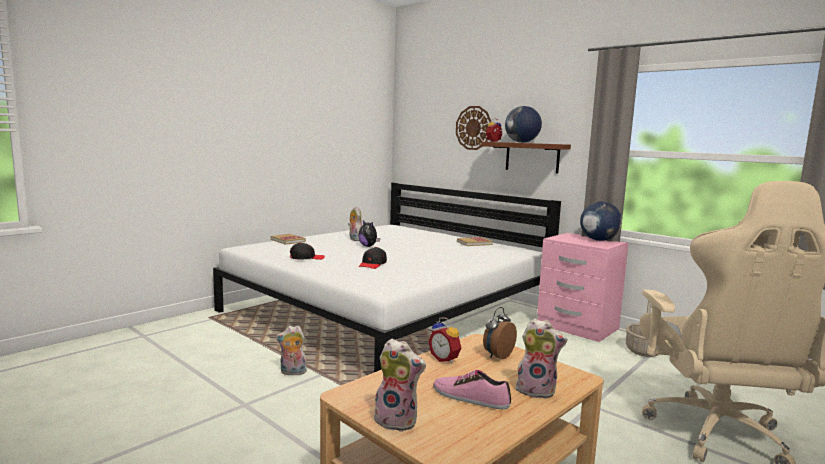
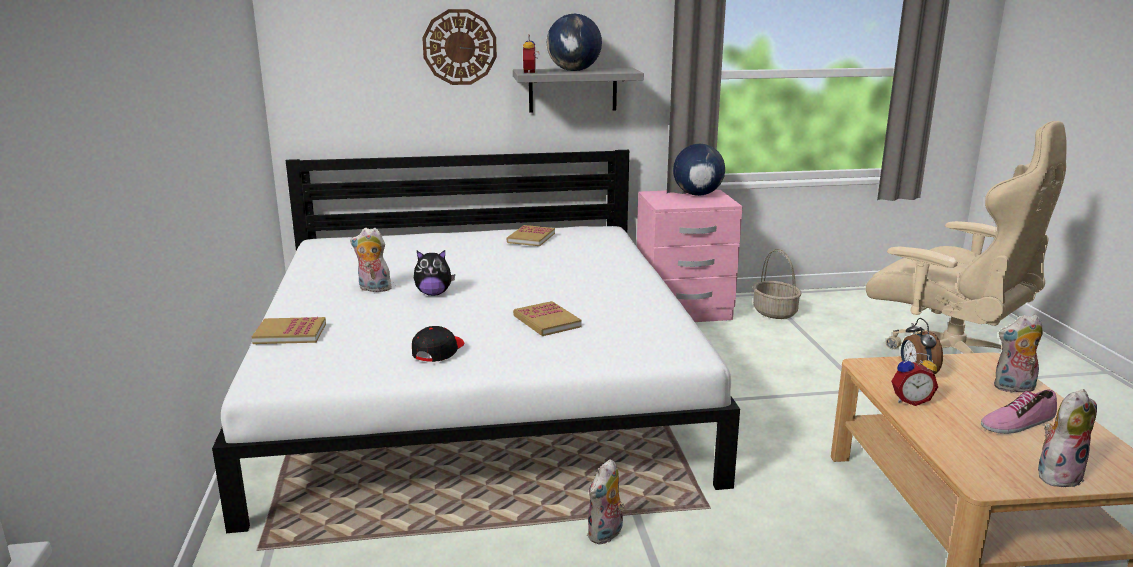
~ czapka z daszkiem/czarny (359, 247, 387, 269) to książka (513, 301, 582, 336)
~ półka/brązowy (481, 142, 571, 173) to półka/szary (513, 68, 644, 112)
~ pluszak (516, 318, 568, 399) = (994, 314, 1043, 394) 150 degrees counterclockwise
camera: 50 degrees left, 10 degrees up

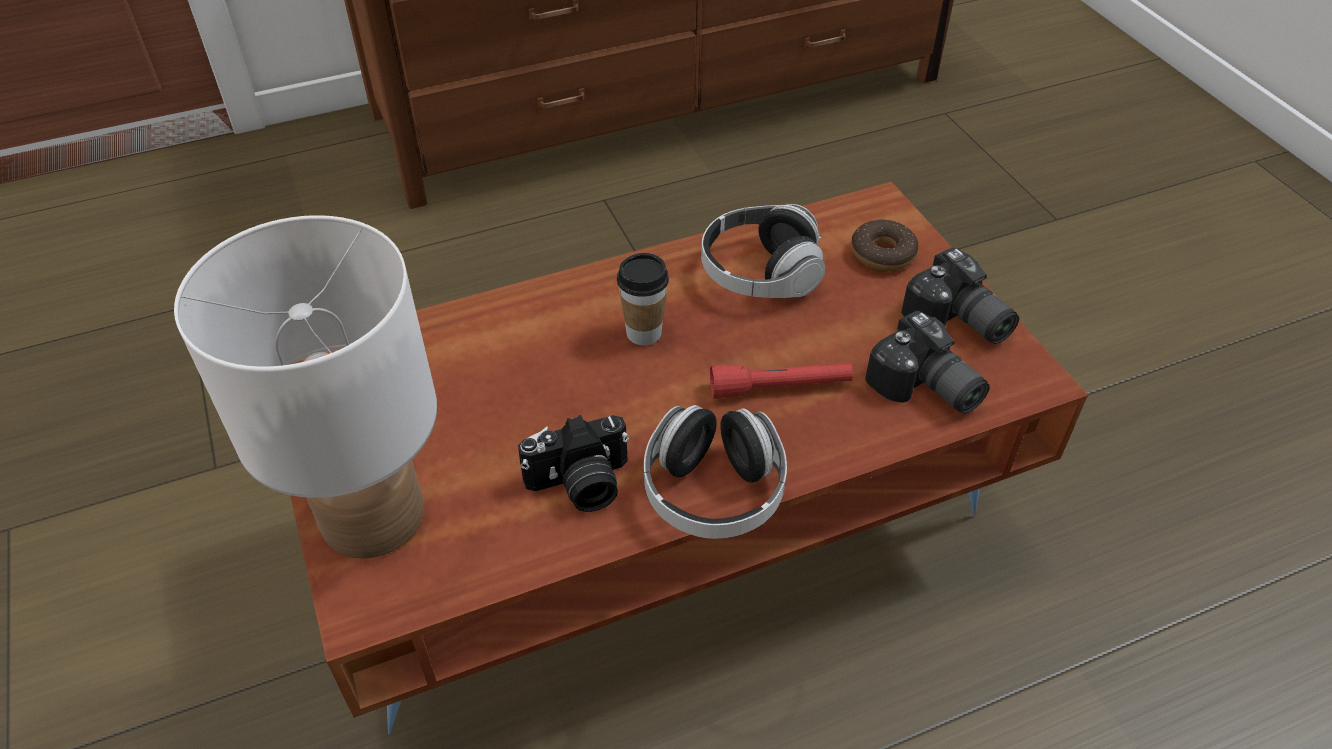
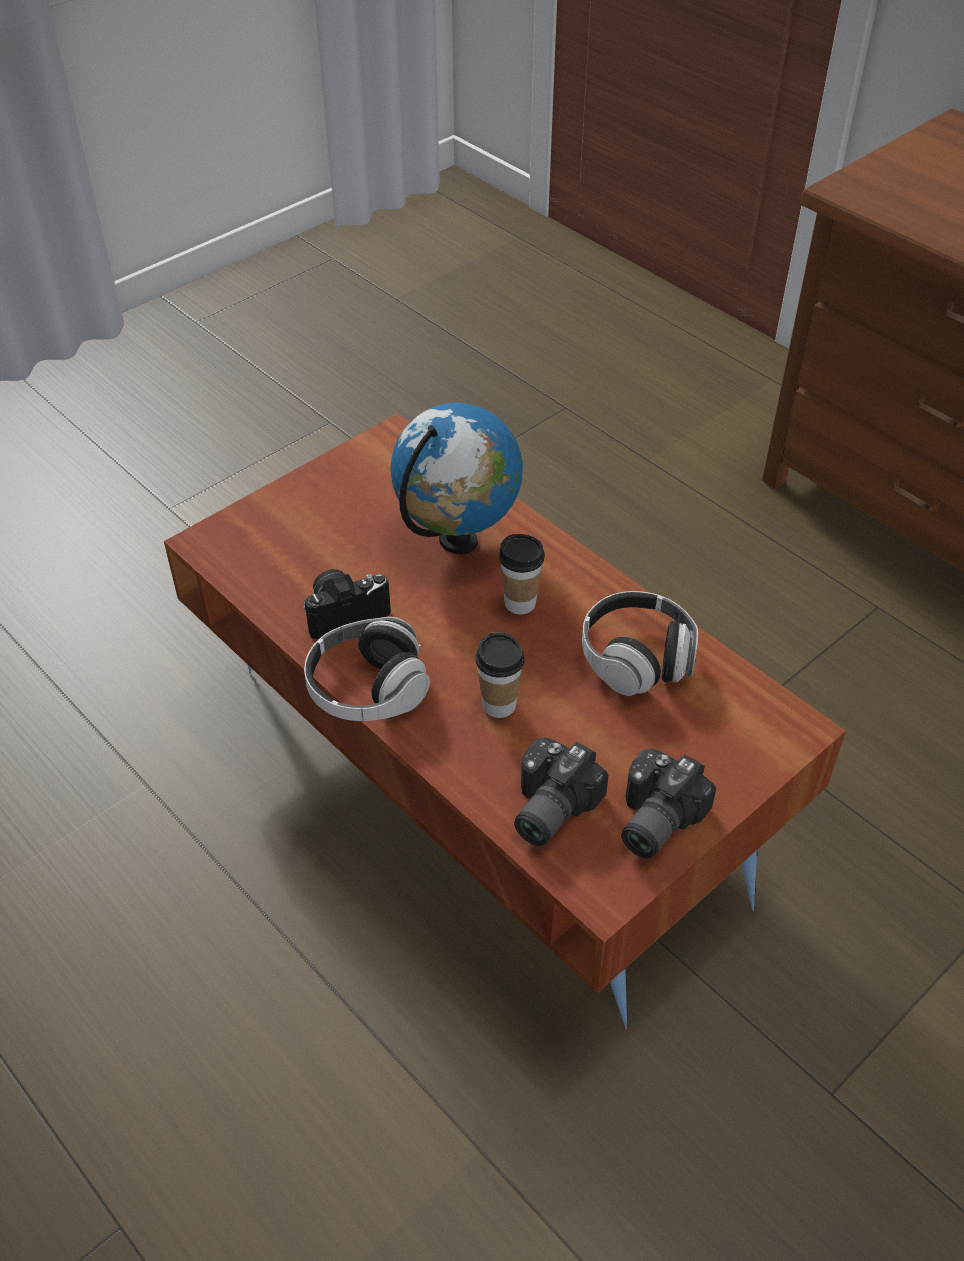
- lampa stołowa/biały (174, 215, 437, 558)
- donut (851, 220, 918, 271)
+ globus (391, 403, 523, 555)
~ latarka/czerwony (710, 363, 853, 399) to filiżanka (475, 632, 525, 718)
~ aparat fotograficzny (518, 415, 629, 512) = (303, 569, 391, 639) 105 degrees clockwise
camera: 70 degrees right, 0 degrees up

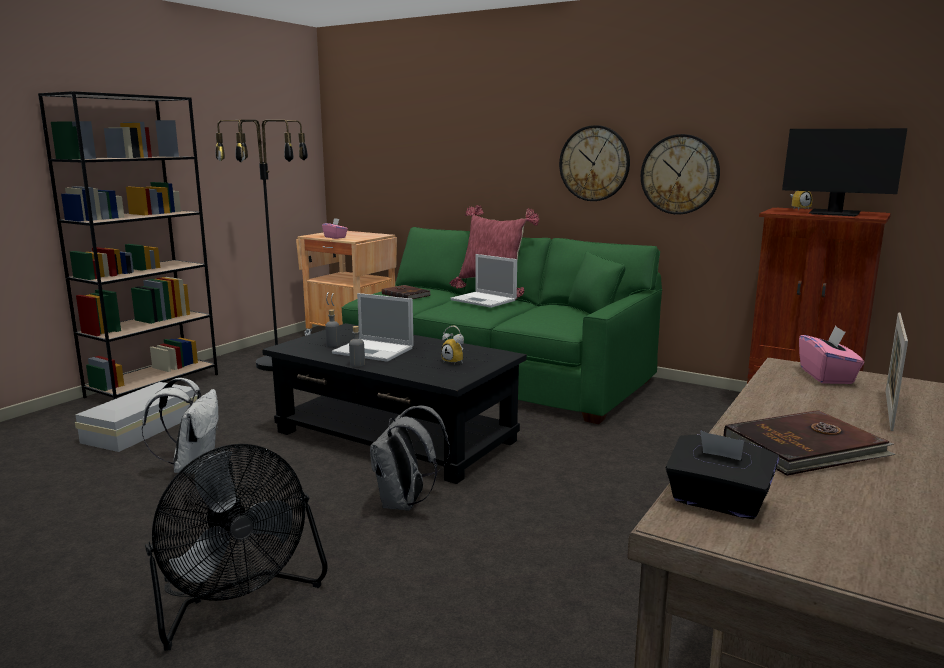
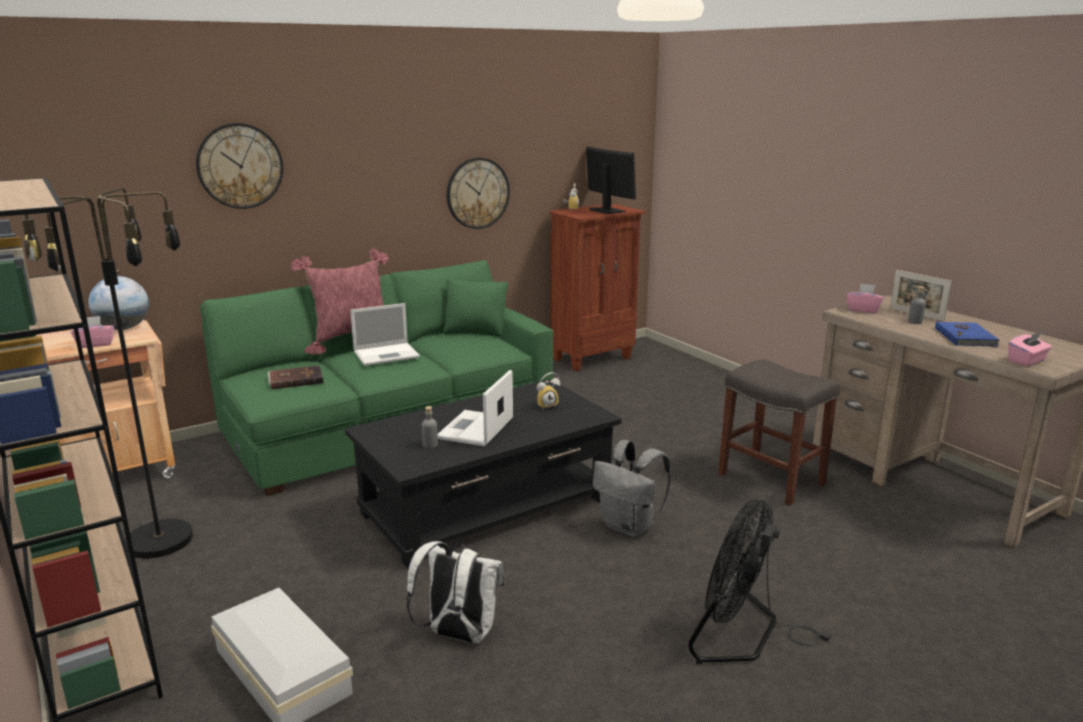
+ globus (89, 276, 149, 330)
+ stołek/szary (718, 359, 840, 505)
~ butelka/szary (349, 326, 365, 367) to (908, 286, 926, 324)
~ zegar ścienny (559, 125, 630, 201) to (196, 123, 283, 209)
~ pudełko chusteczek/czarny (666, 430, 779, 519) to pudełko chusteczek/różowy (1008, 332, 1052, 366)
~ książka/brązowy (724, 410, 896, 476) to książka/niebieski (935, 322, 999, 347)
~ wentylator/czarny (145, 444, 327, 651) = (689, 500, 833, 664) 135 degrees counterclockwise
~ laptop (332, 293, 414, 362) = (438, 370, 513, 446) 150 degrees clockwise
~ monitor (782, 128, 907, 216) = (586, 147, 636, 214) 90 degrees counterclockwise
camera: 65 degrees left, 5 degrees up

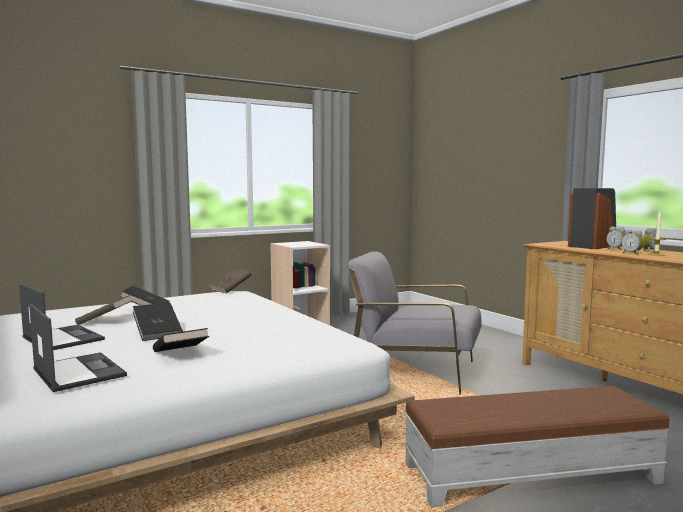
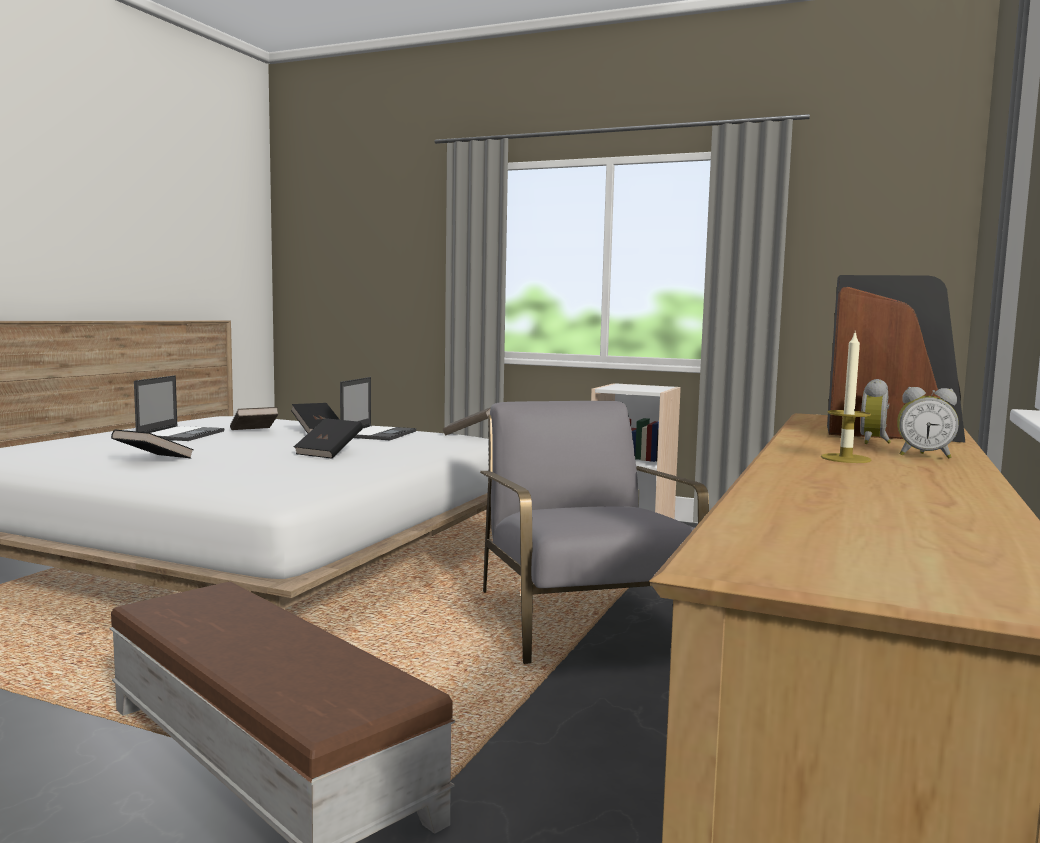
- budzik (622, 229, 644, 255)
~ laptop (29, 304, 127, 392) to (340, 377, 416, 440)
~ książka/czarny (133, 302, 183, 341) to (294, 418, 363, 459)
camera: 55 degrees right, 0 degrees up

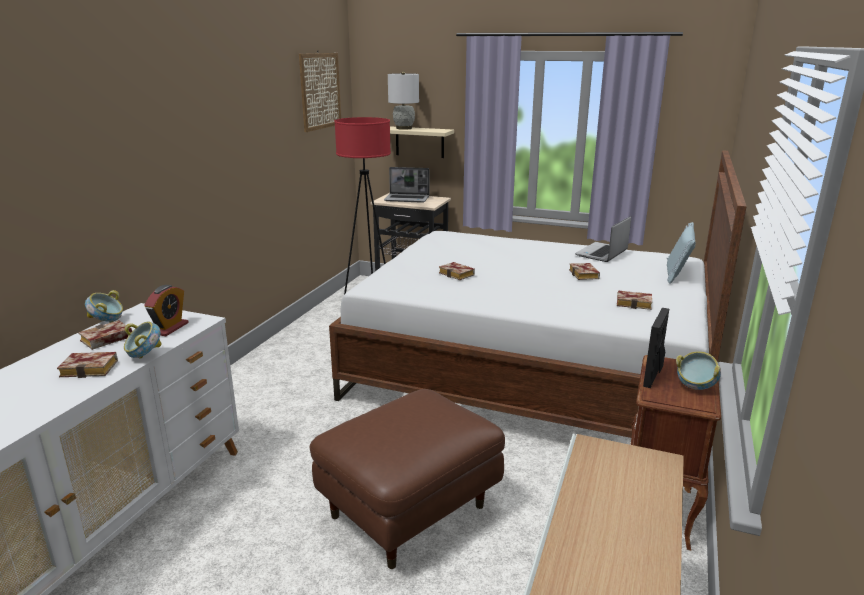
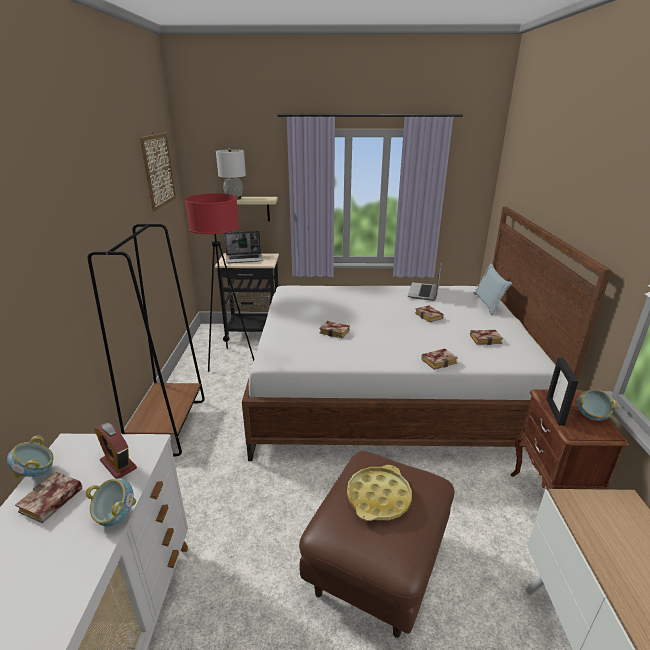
+ wieszak (87, 224, 205, 457)
+ taca/żółty (347, 465, 412, 521)
~ książka (57, 352, 118, 378) to (421, 349, 458, 370)
~ budzik (144, 285, 189, 336) = (95, 422, 137, 479) 135 degrees clockwise
camera: 20 degrees left, 5 degrees up

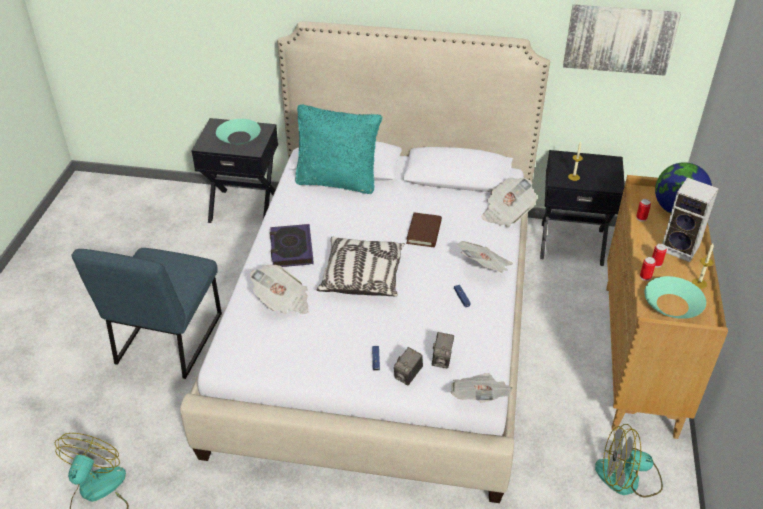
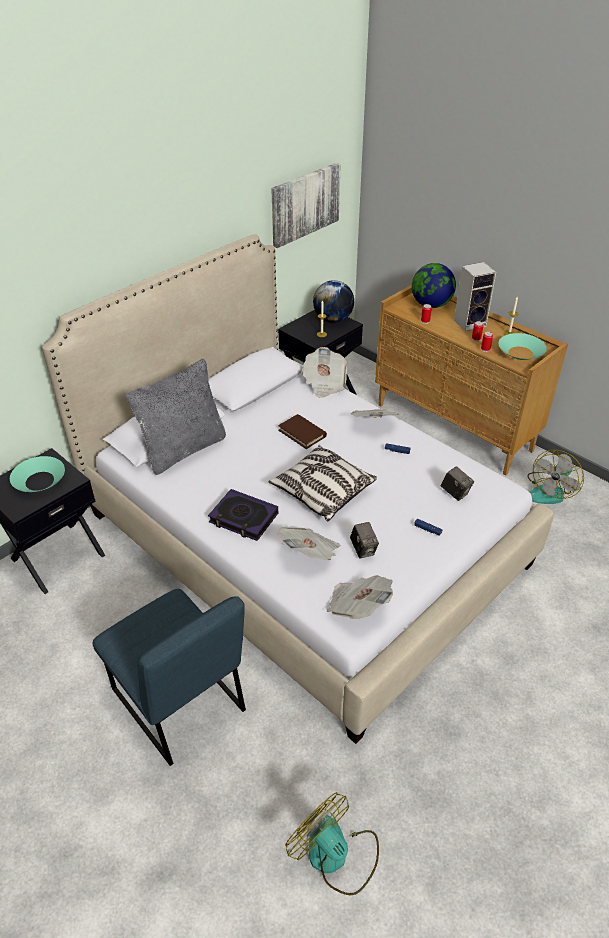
+ globus (313, 280, 354, 323)
~ aparat fotograficzny (394, 347, 423, 385) to (350, 522, 379, 559)
~ gazeta (450, 373, 513, 403) to (327, 575, 393, 619)
~ poduszka/turkusowy (295, 104, 382, 194) to poduszka/szary (126, 358, 226, 475)
camera: 55 degrees left, 0 degrees up

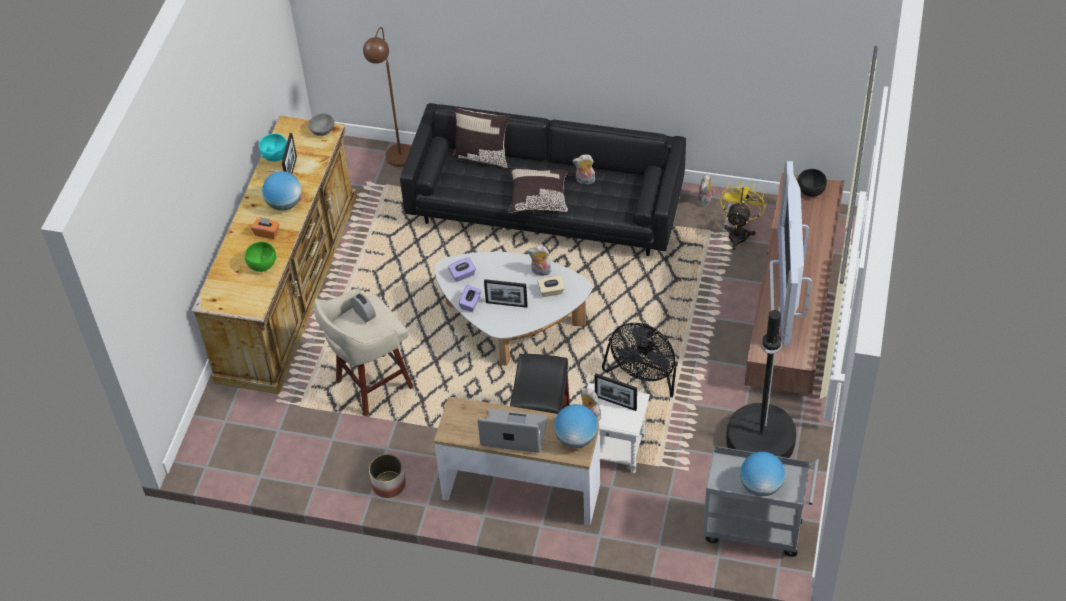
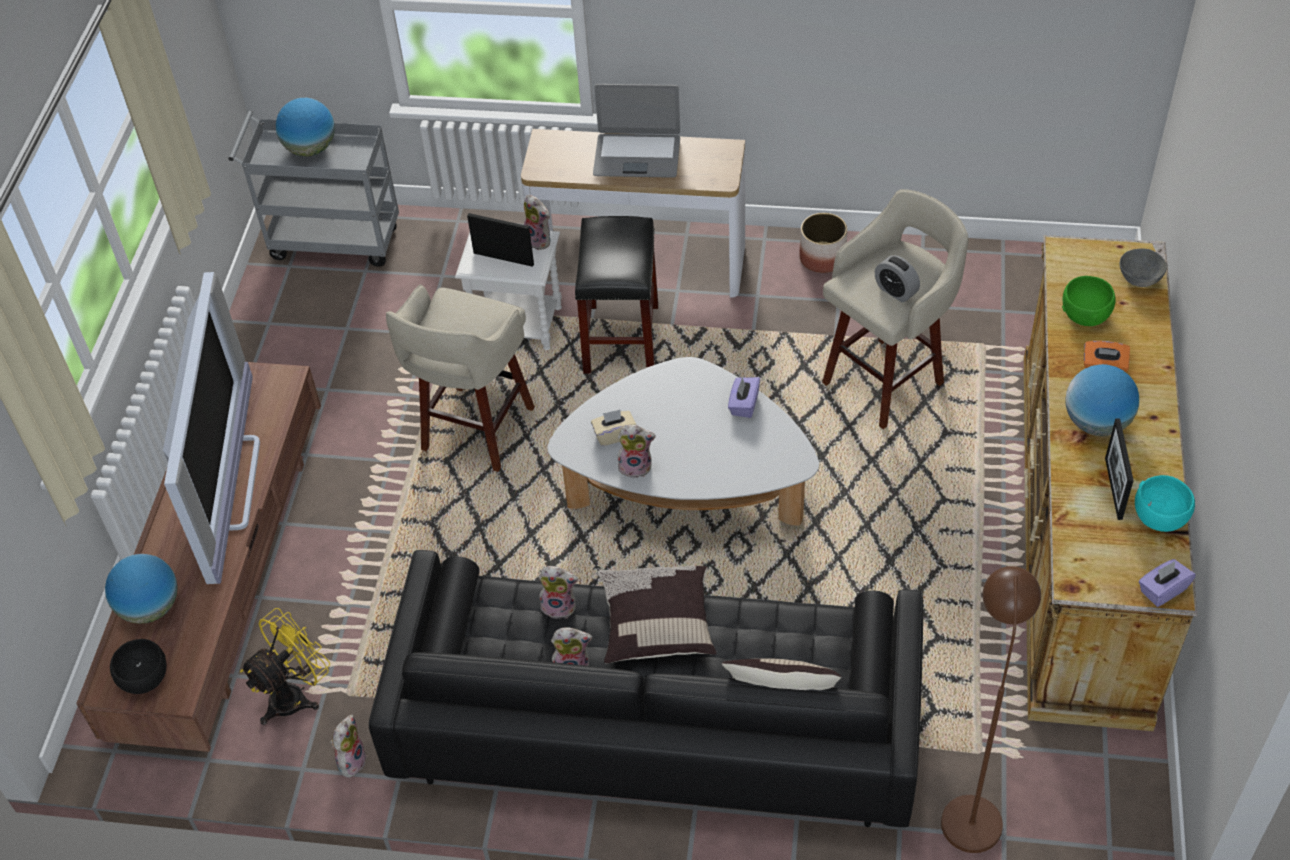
- ramka na zdjęcie (484, 279, 528, 308)
- lampa stojąca/czarny (726, 307, 796, 458)
+ pluszak (539, 566, 578, 619)
~ miska/szary (308, 113, 334, 136) to (1120, 248, 1167, 287)
~ pudełko chusteczek/fioletowy (448, 257, 476, 282) to (1139, 559, 1196, 607)
~ globus (554, 404, 598, 448) to (105, 554, 178, 624)
~ wentylator/czarny (602, 323, 678, 397) to stołek/beżowy (386, 285, 535, 472)
~ wentylator/żółty (720, 181, 767, 250) = (240, 608, 330, 725) 150 degrees counterclockwise
camera: 175 degrees right, 0 degrees up

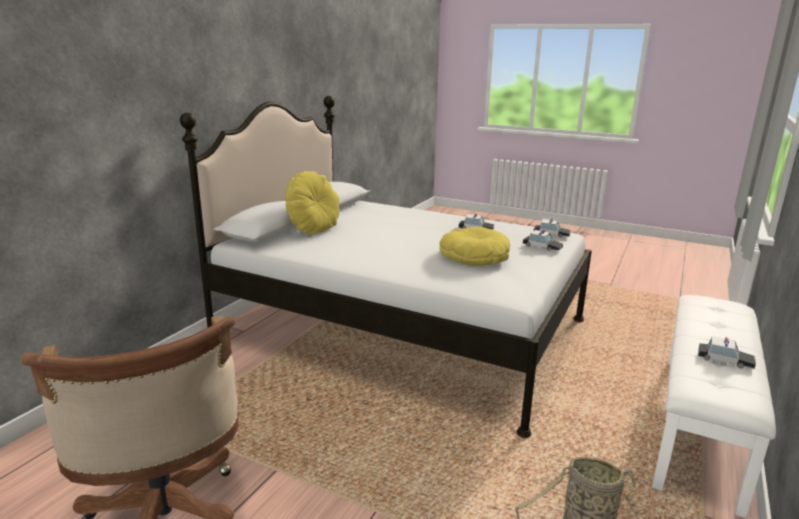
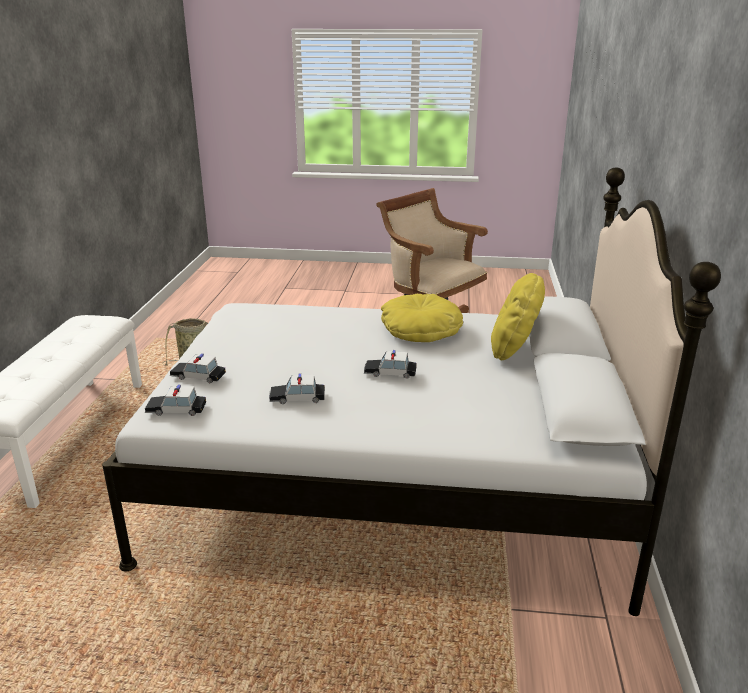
~ poduszka/żółty (439, 227, 510, 266) to (381, 294, 463, 342)
~ samochodzik (698, 336, 756, 369) to (364, 350, 417, 379)
camera: 160 degrees right, 5 degrees up

